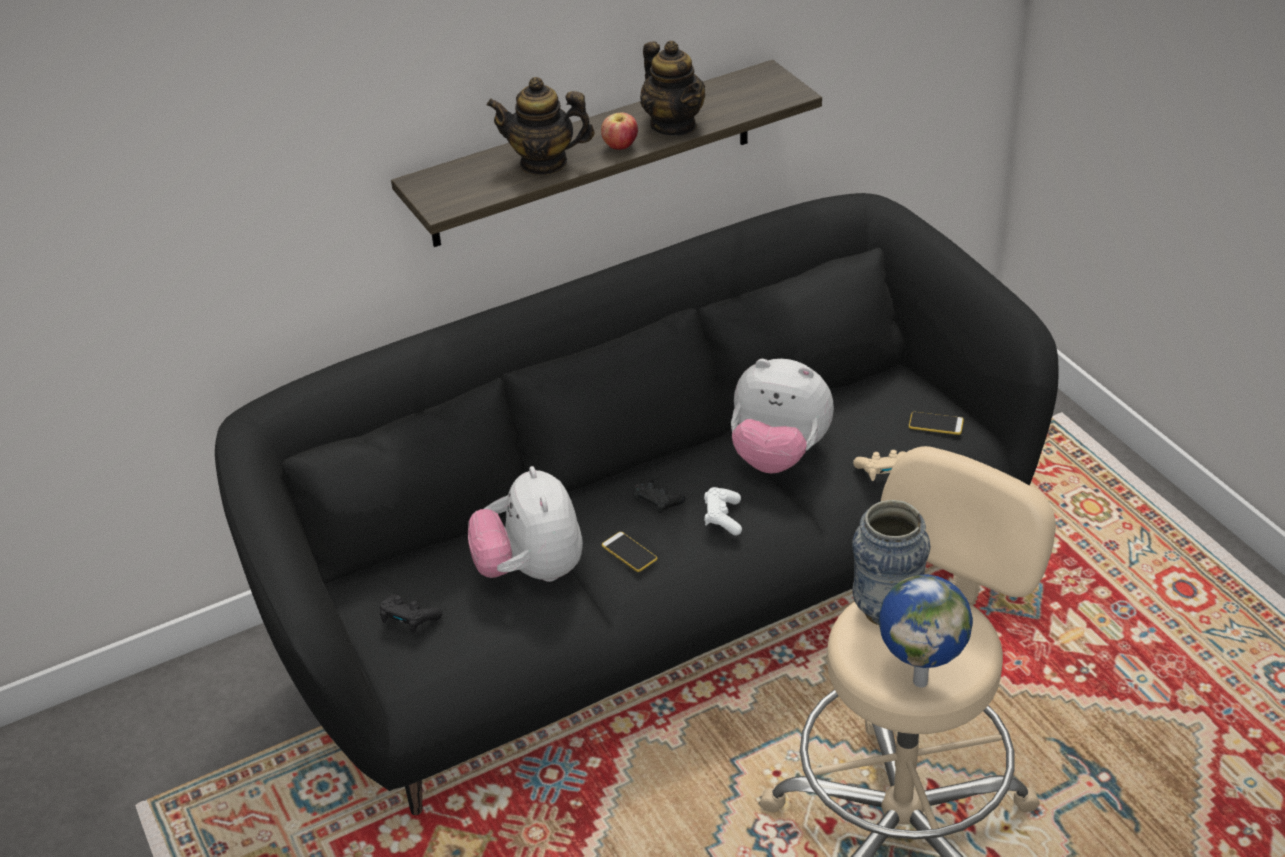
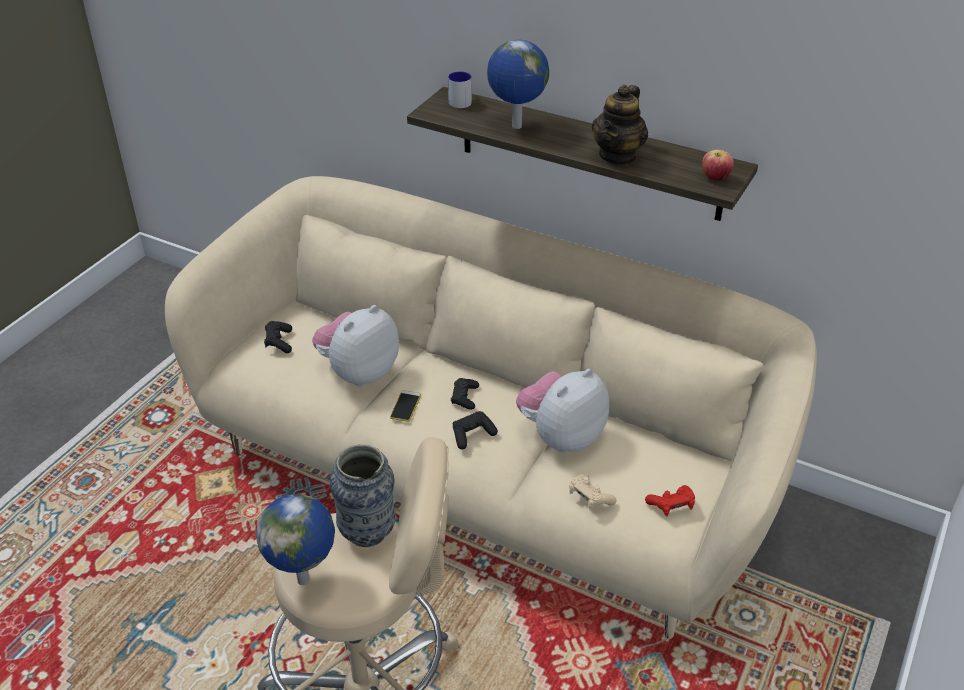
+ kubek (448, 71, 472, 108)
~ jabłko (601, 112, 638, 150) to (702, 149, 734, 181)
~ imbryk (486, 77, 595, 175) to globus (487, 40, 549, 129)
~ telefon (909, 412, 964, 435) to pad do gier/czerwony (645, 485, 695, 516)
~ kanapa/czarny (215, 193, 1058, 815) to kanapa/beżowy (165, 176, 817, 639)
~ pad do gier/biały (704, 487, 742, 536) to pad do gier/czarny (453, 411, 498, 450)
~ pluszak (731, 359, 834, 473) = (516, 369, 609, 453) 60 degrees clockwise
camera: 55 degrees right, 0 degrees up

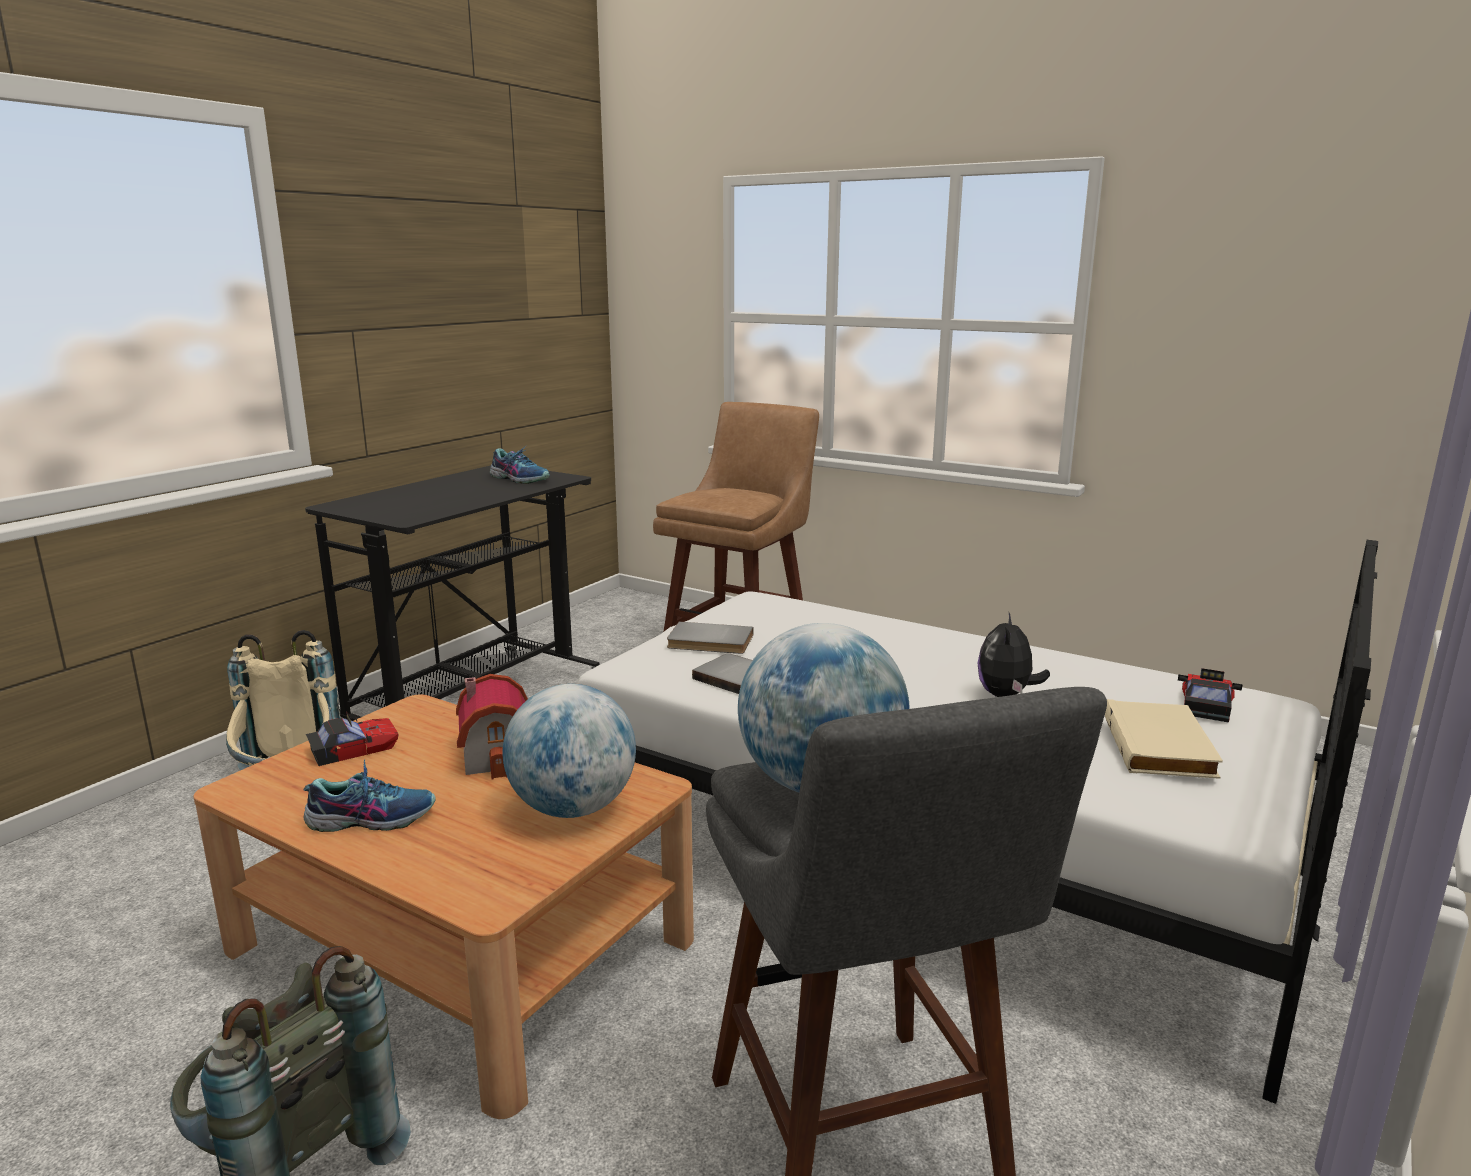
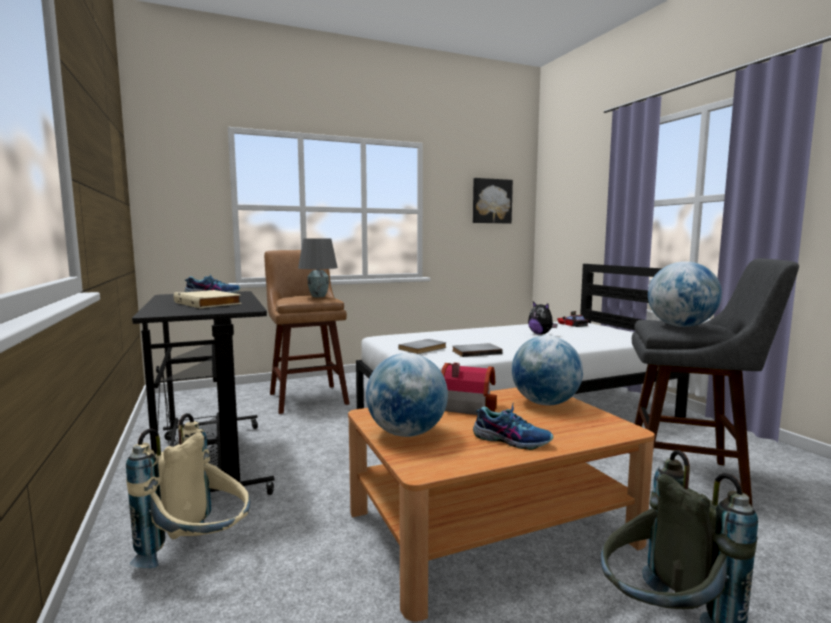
+ lampa stołowa/szary (298, 238, 338, 297)
+ obraz (473, 178, 513, 223)
~ książka/beżowy (1105, 699, 1223, 779) to (173, 290, 242, 308)
~ samochodzik (306, 711, 399, 766) to globus (366, 353, 448, 437)
~ but (303, 759, 436, 832) = (473, 404, 553, 450) 90 degrees clockwise
camera: 55 degrees left, 10 degrees down

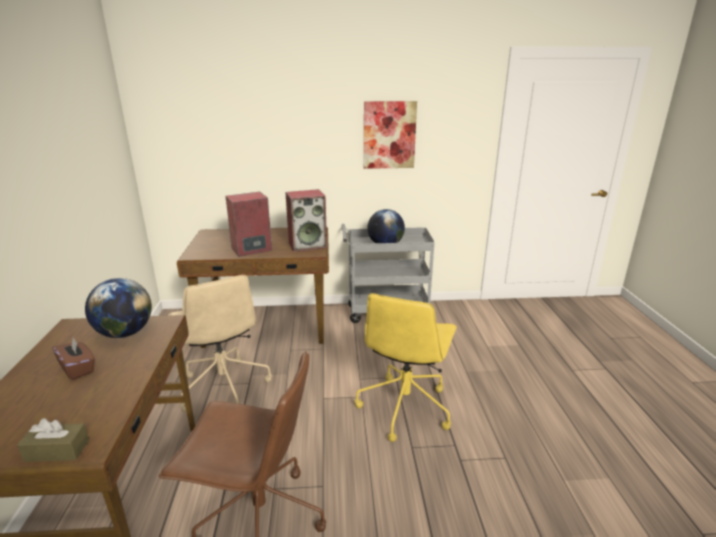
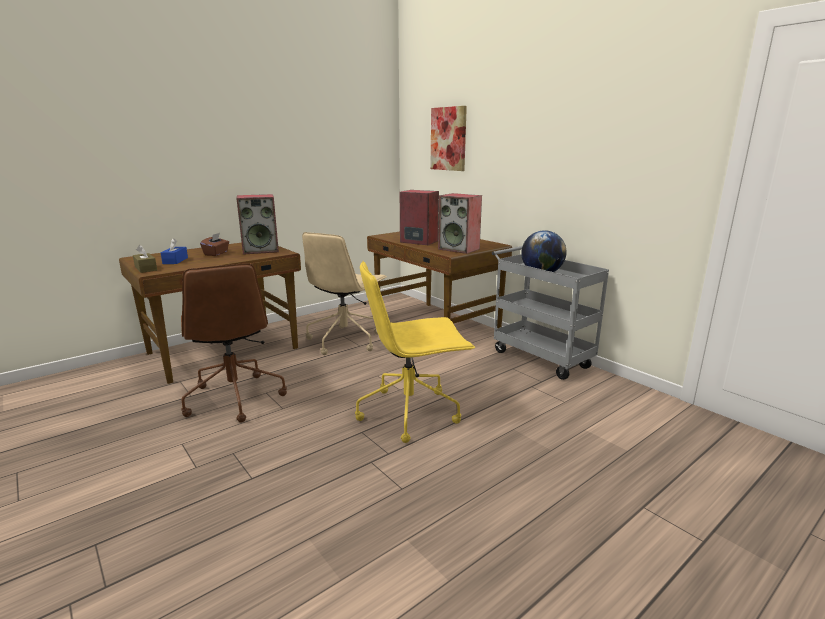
+ pudełko chusteczek/niebieski (161, 238, 188, 264)
~ obraz (364, 101, 417, 169) to (430, 106, 467, 171)
~ globus (85, 278, 152, 338) to głośnik (236, 194, 279, 255)
camera: 55 degrees right, 5 degrees down

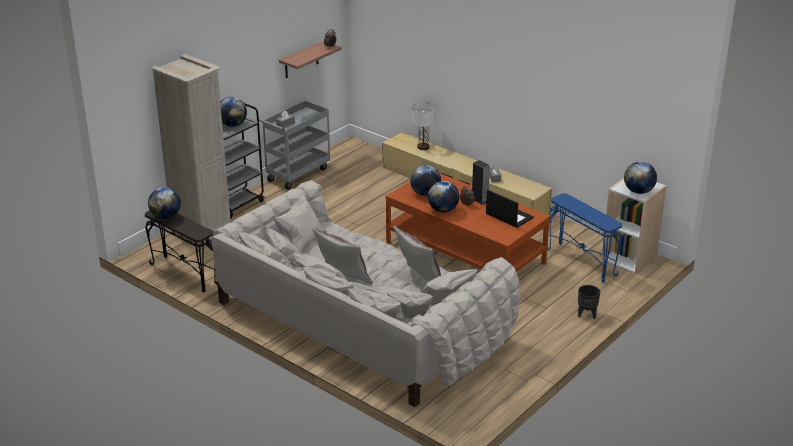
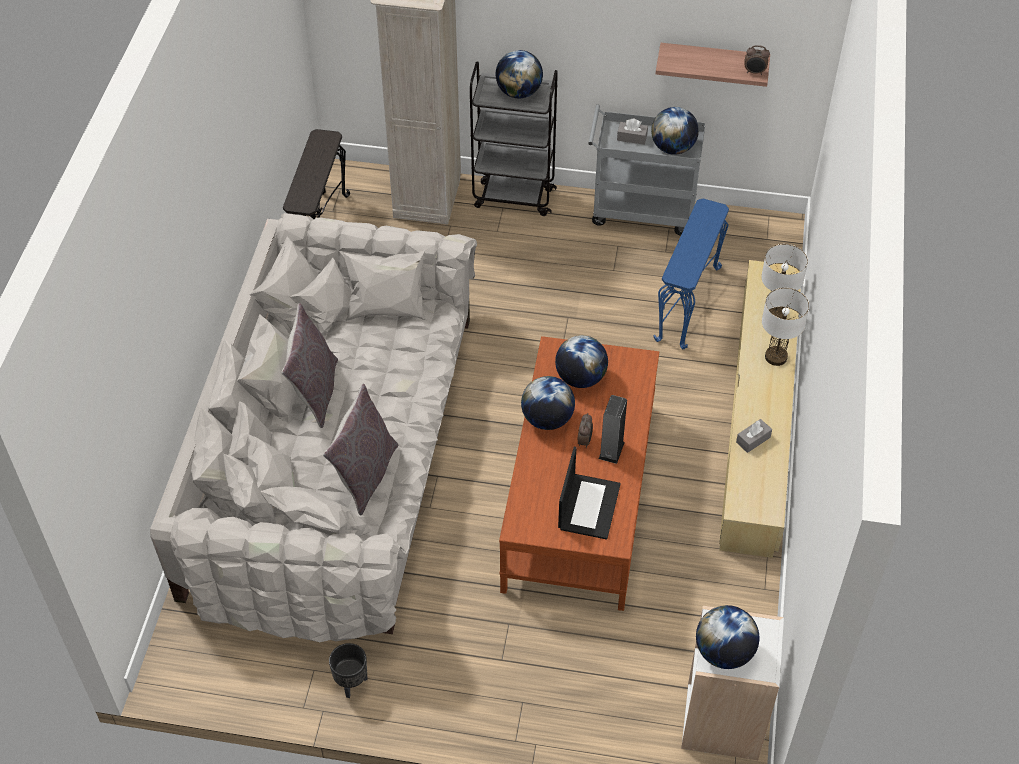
+ lampa stołowa (762, 288, 809, 366)
~ globus (148, 187, 181, 219) to (651, 107, 699, 155)
~ stolik/niebieski (547, 193, 622, 283) to (654, 199, 729, 350)
~ donica/czarny (578, 285, 600, 319) to (329, 643, 368, 698)
camera: 60 degrees right, 20 degrees up

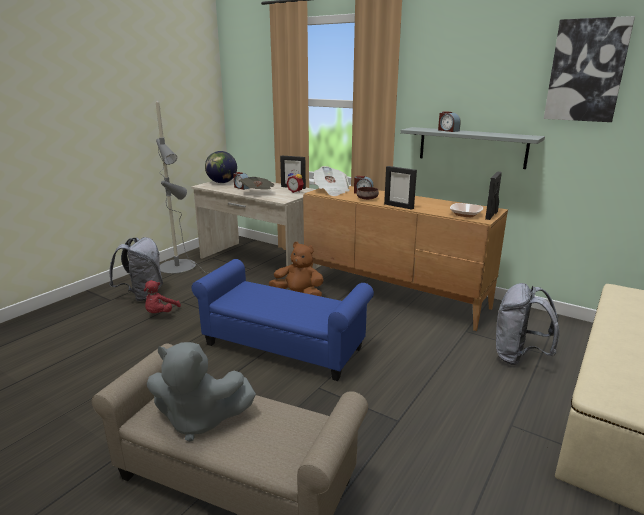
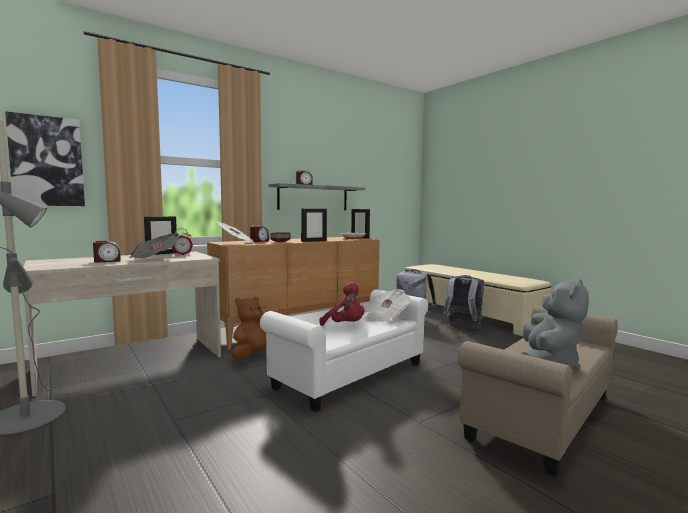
- globus (205, 151, 237, 183)
+ gazeta (364, 289, 411, 322)
~ plecak/szary (109, 237, 163, 301) to (443, 275, 484, 329)
~ pluszak/czerwony (144, 280, 181, 313) to (319, 282, 364, 326)
~ obraz (544, 16, 635, 122) to (5, 111, 85, 206)
~ pufa/niebieski (192, 259, 374, 381) to pufa/biały (260, 289, 428, 412)
camera: 70 degrees left, 15 degrees down

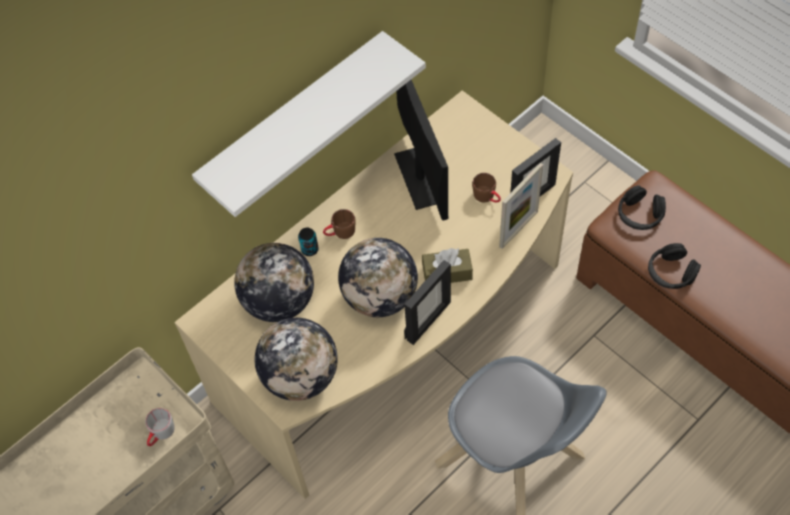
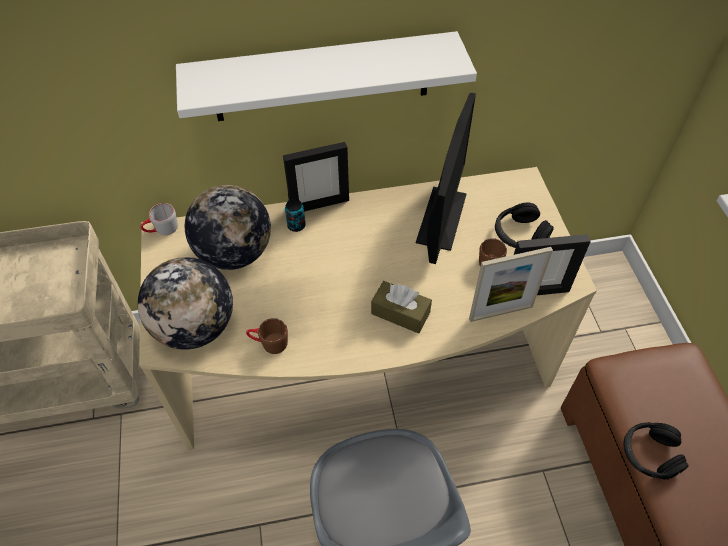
- globus (338, 238, 418, 317)
~ kubek/szary (145, 408, 175, 446) to (140, 203, 178, 235)
~ kubek/brązowy (323, 209, 356, 239) to (246, 318, 288, 354)
~ ramka na zdjęcie (404, 260, 451, 345) to (283, 142, 349, 212)
~ słuchawki/czarny (618, 185, 666, 230) to (495, 203, 554, 248)
camera: 30 degrees right, 5 degrees down

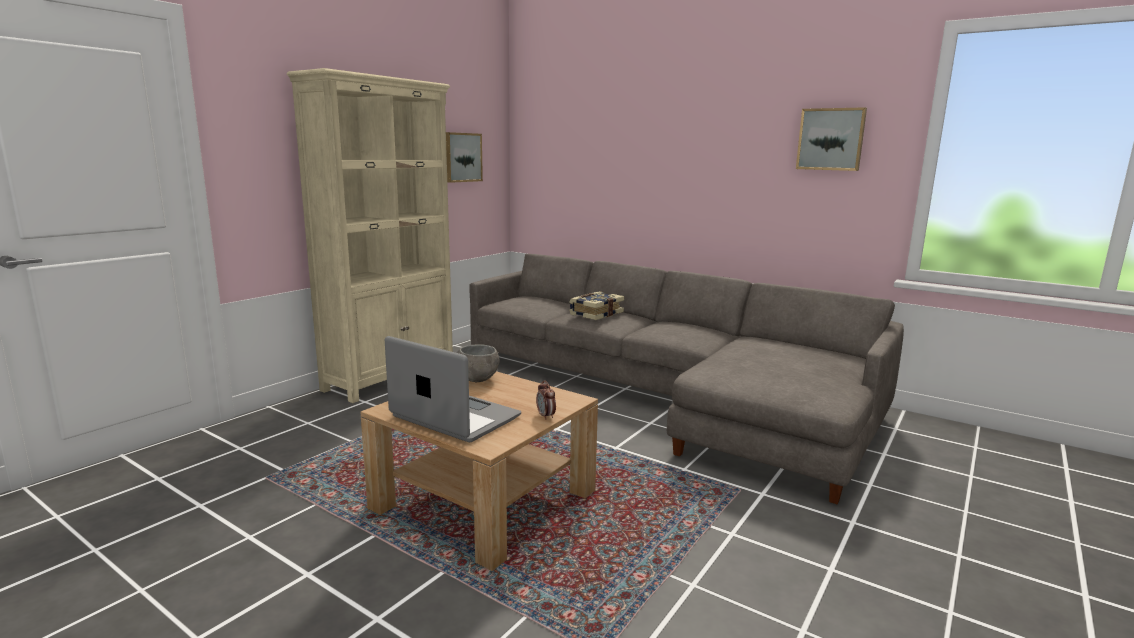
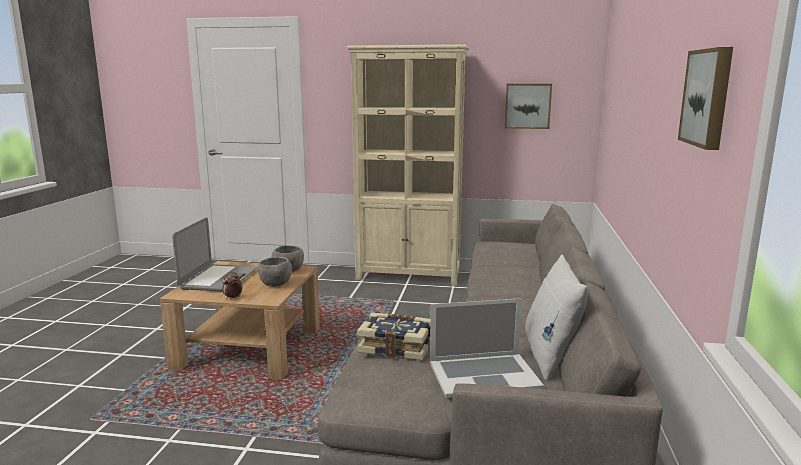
+ miska/szary (258, 257, 292, 287)
+ laptop (430, 298, 544, 398)
+ poduszka/szary (525, 255, 588, 381)
~ książka (569, 291, 624, 320) to (357, 313, 431, 360)
camera: 65 degrees right, 0 degrees up

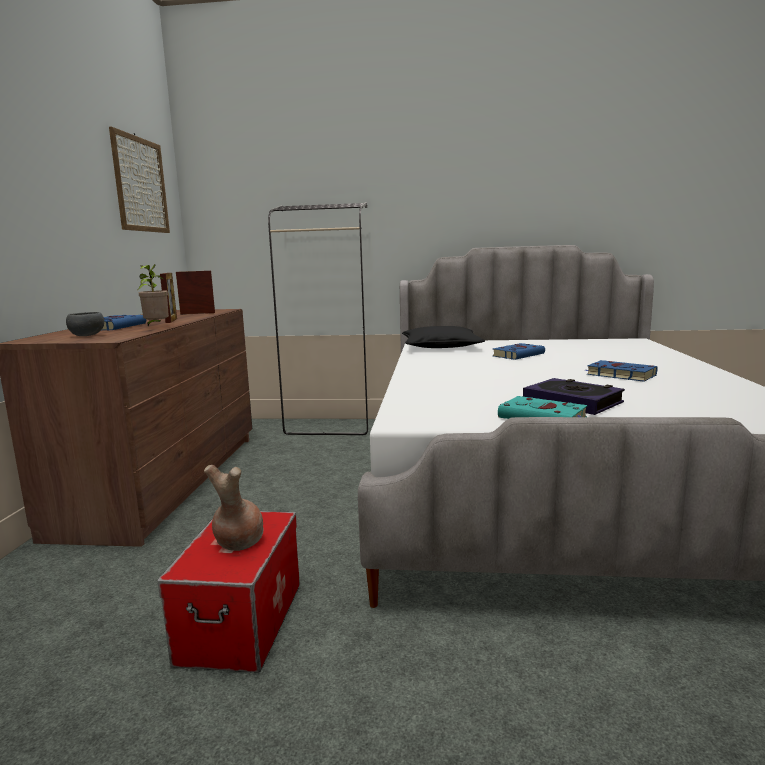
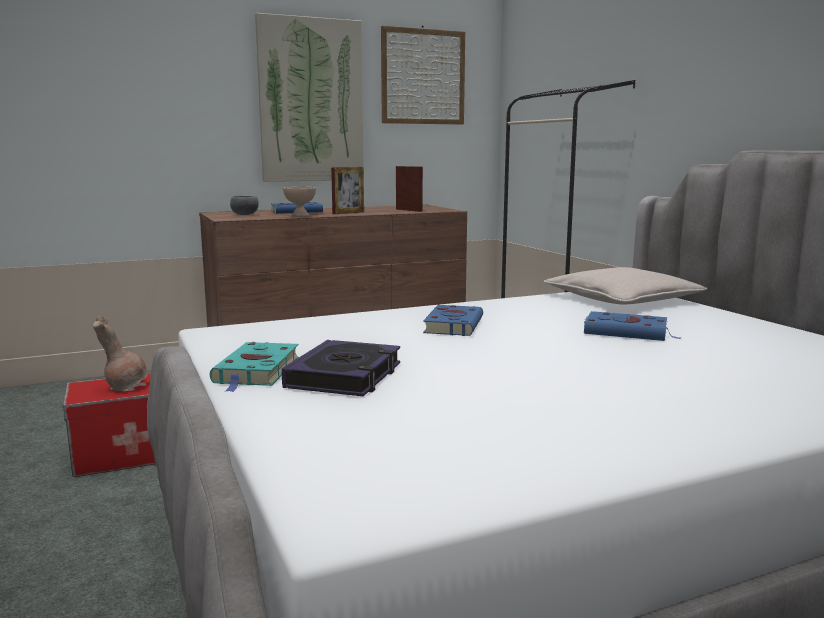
+ obraz (255, 13, 364, 182)
~ książka/niebieski (584, 360, 658, 382) to (423, 305, 483, 336)
~ roślina doniczkowa (138, 264, 169, 327) to miska/beżowy (283, 187, 316, 217)
~ poduszka/czarny (402, 326, 485, 348) to poduszka/beżowy (544, 267, 707, 304)
camera: 60 degrees right, 0 degrees up

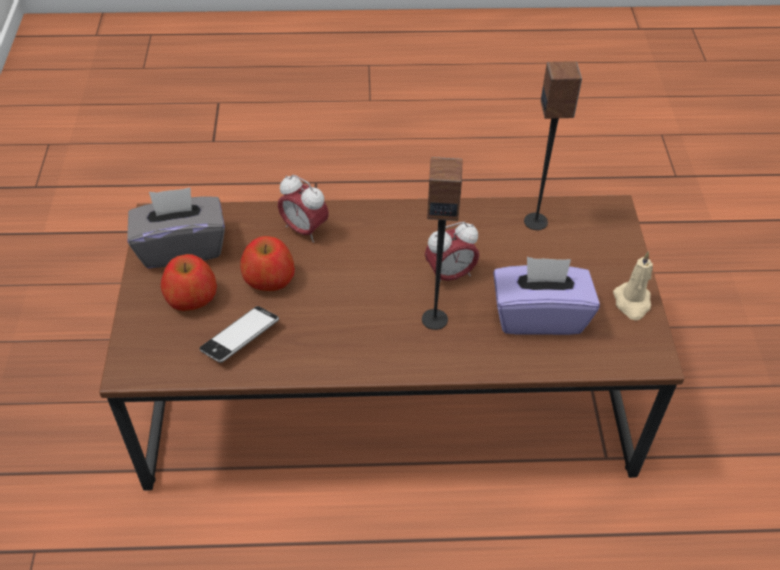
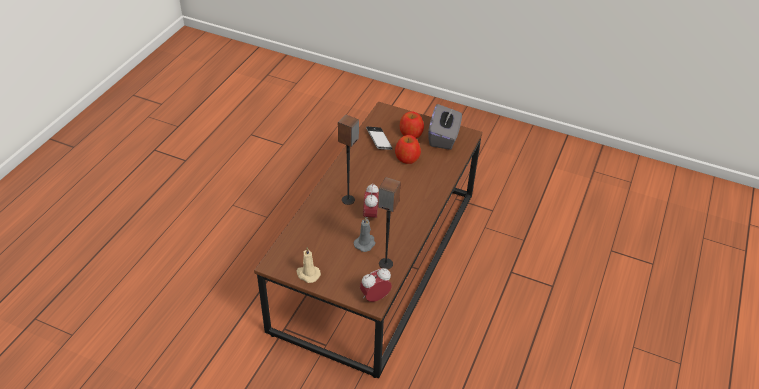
- pudełko chusteczek/fioletowy (493, 257, 600, 335)
+ świeca/szary (354, 216, 376, 252)
~ budzik (278, 175, 329, 242) to (360, 268, 392, 302)
camera: 115 degrees right, 5 degrees down

